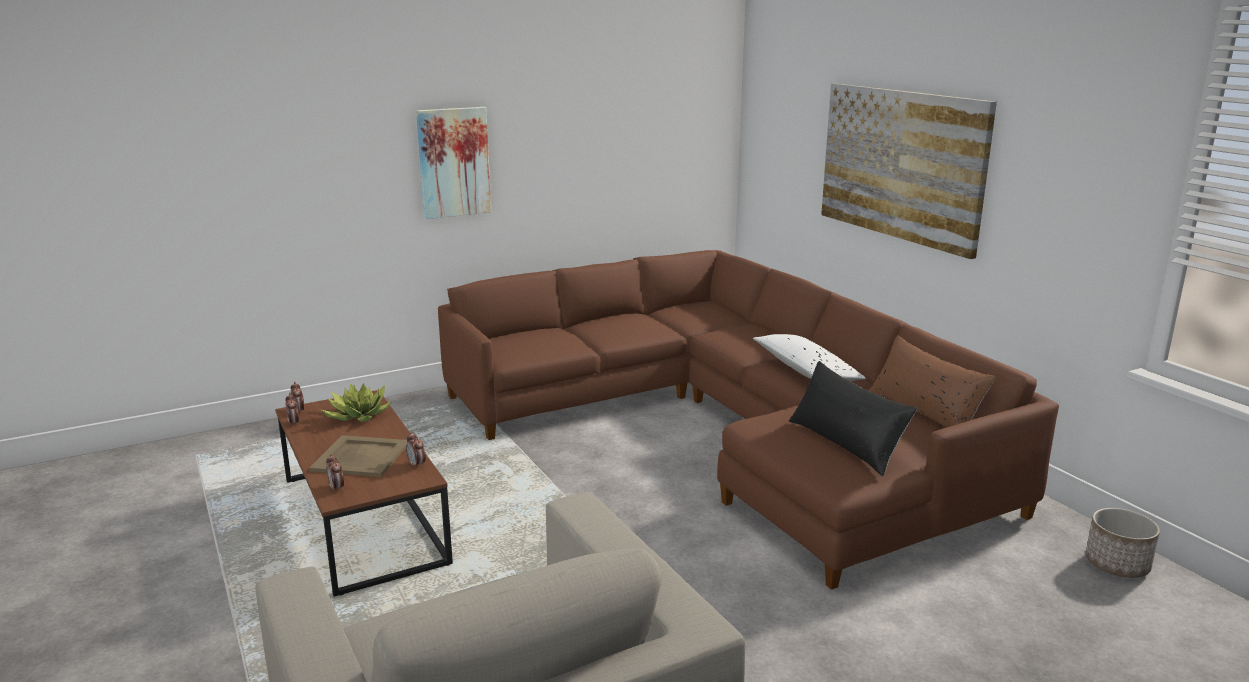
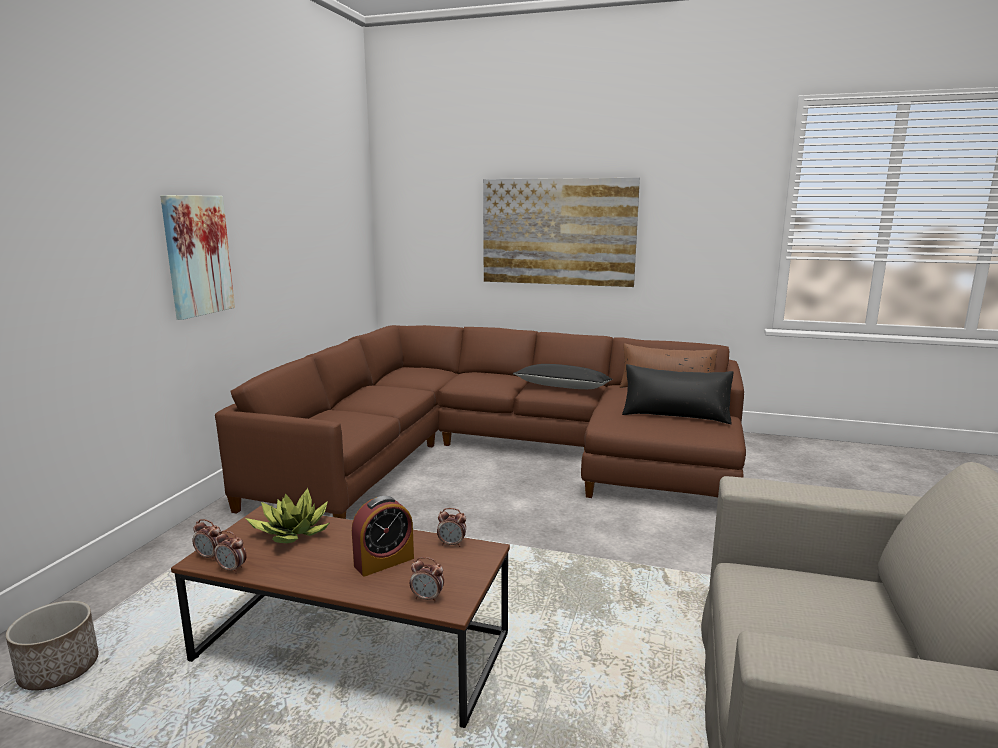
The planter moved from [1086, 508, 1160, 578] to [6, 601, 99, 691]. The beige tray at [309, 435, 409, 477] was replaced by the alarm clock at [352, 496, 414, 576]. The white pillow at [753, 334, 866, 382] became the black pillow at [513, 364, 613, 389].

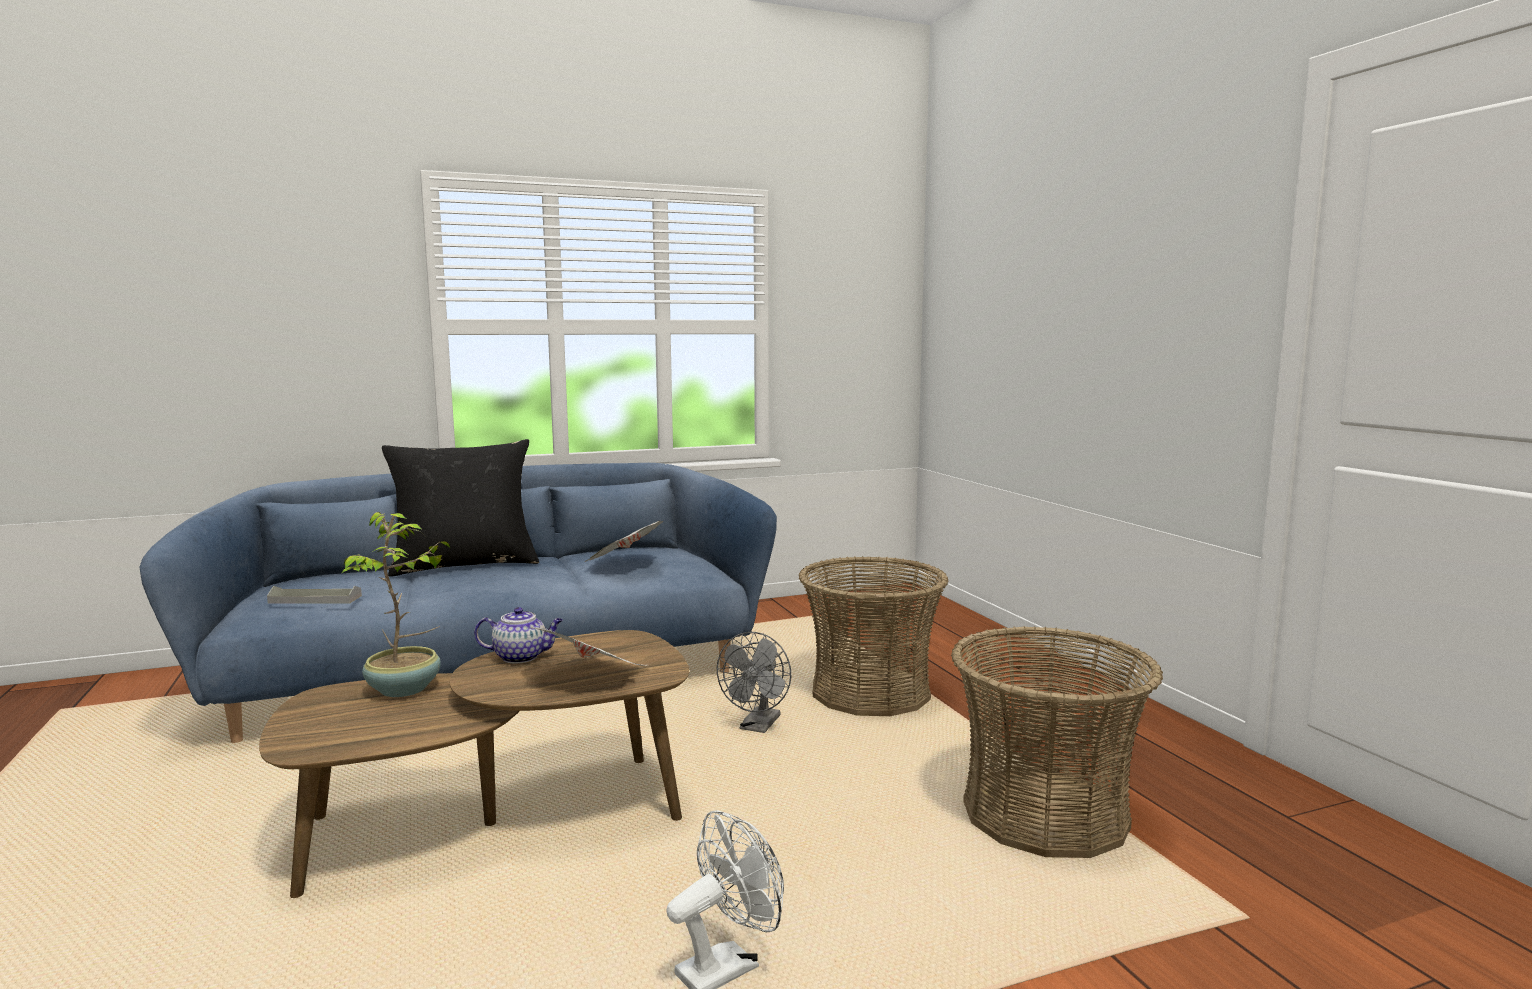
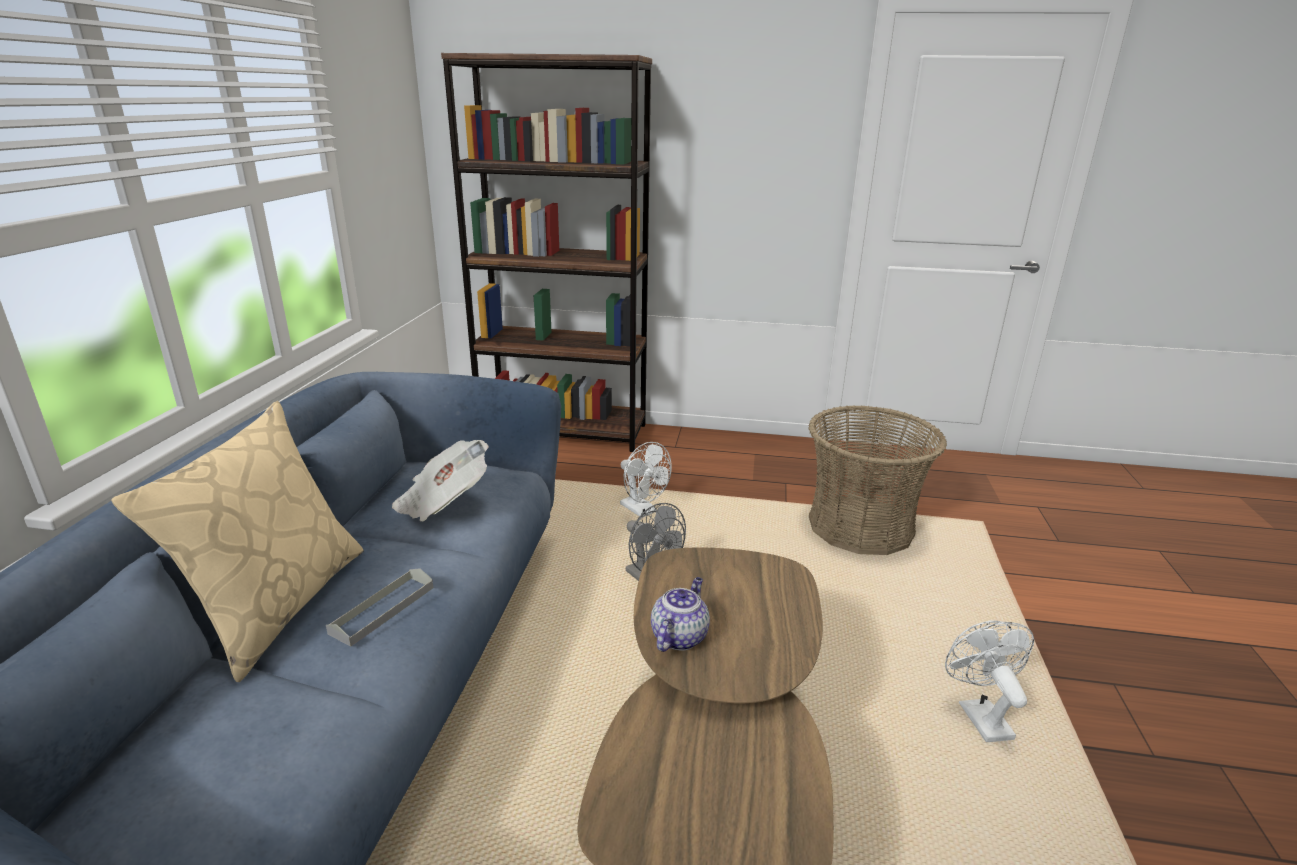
The black pillow at [382, 439, 539, 577] became the beige pillow at [111, 401, 364, 682]. The grey tray moved from [267, 586, 362, 604] to [326, 568, 434, 647]. The brown bookcase at [441, 53, 652, 452] appeared. The basket at [799, 556, 949, 716] was replaced by the white fan at [620, 442, 672, 518]. The potted plant at [342, 512, 450, 697] disappeared. The newspaper at [532, 627, 646, 666] disappeared.

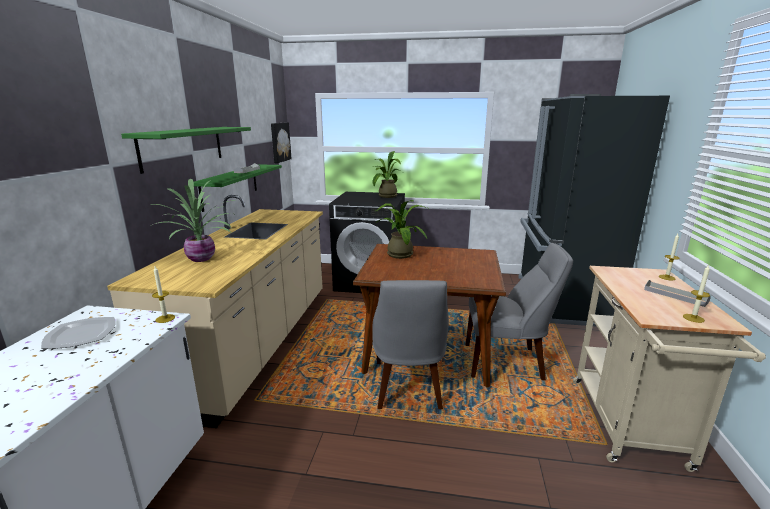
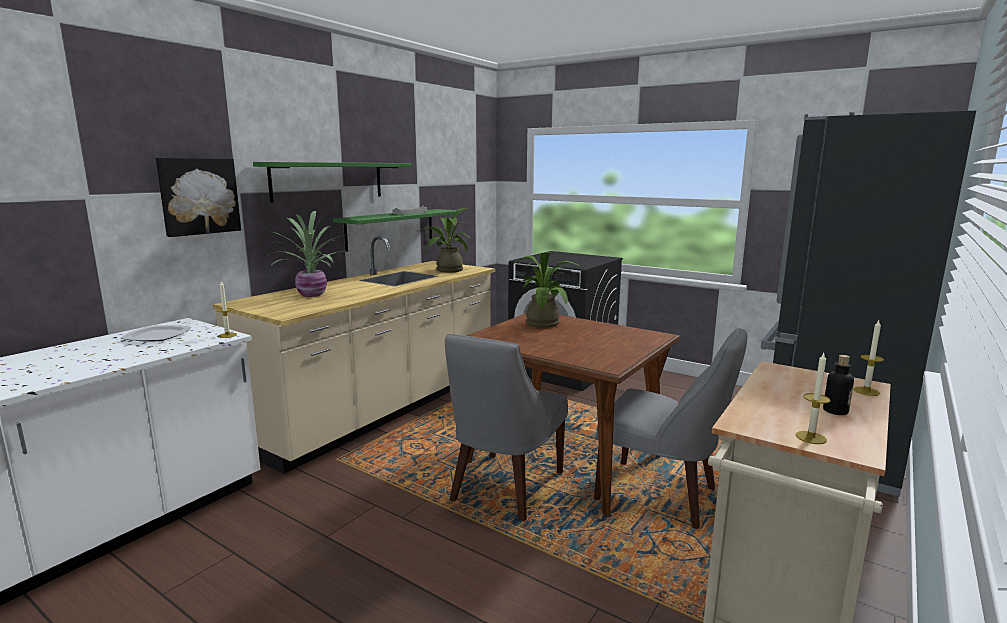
The picture moved from [271, 122, 291, 163] to [156, 158, 241, 237]. The potted plant moved from [372, 151, 402, 198] to [417, 208, 471, 273]. The grey tray at [644, 280, 711, 307] was replaced by the bottle at [823, 355, 854, 415].

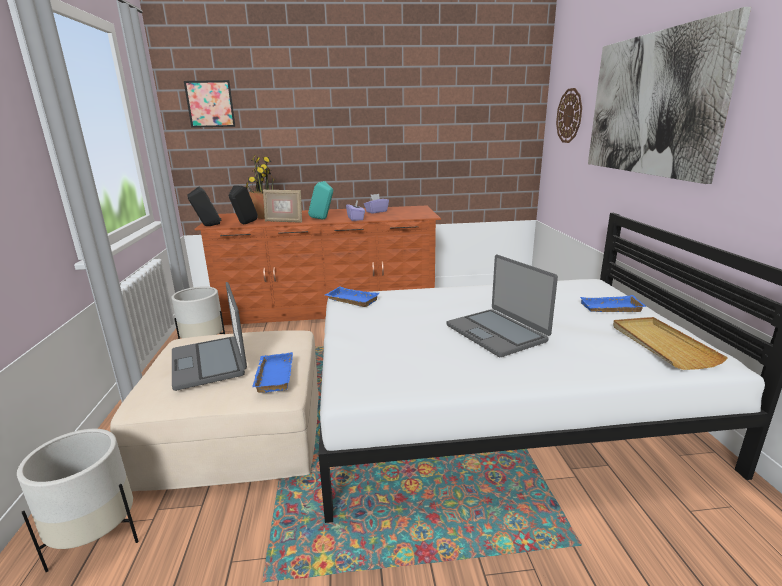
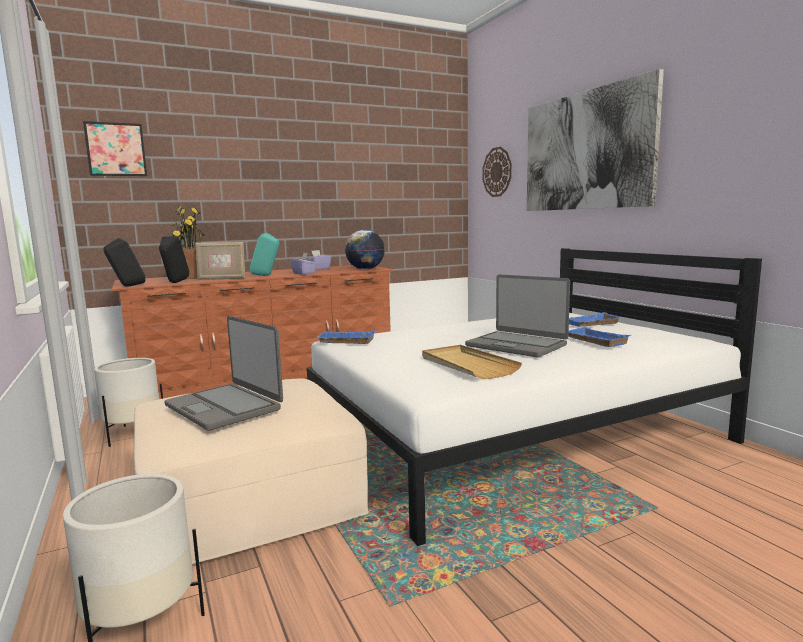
The globe at [345, 230, 385, 270] appeared. The beige tray moved from [613, 317, 728, 370] to [422, 345, 522, 379]. The blue tray moved from [252, 352, 293, 393] to [568, 327, 631, 347].

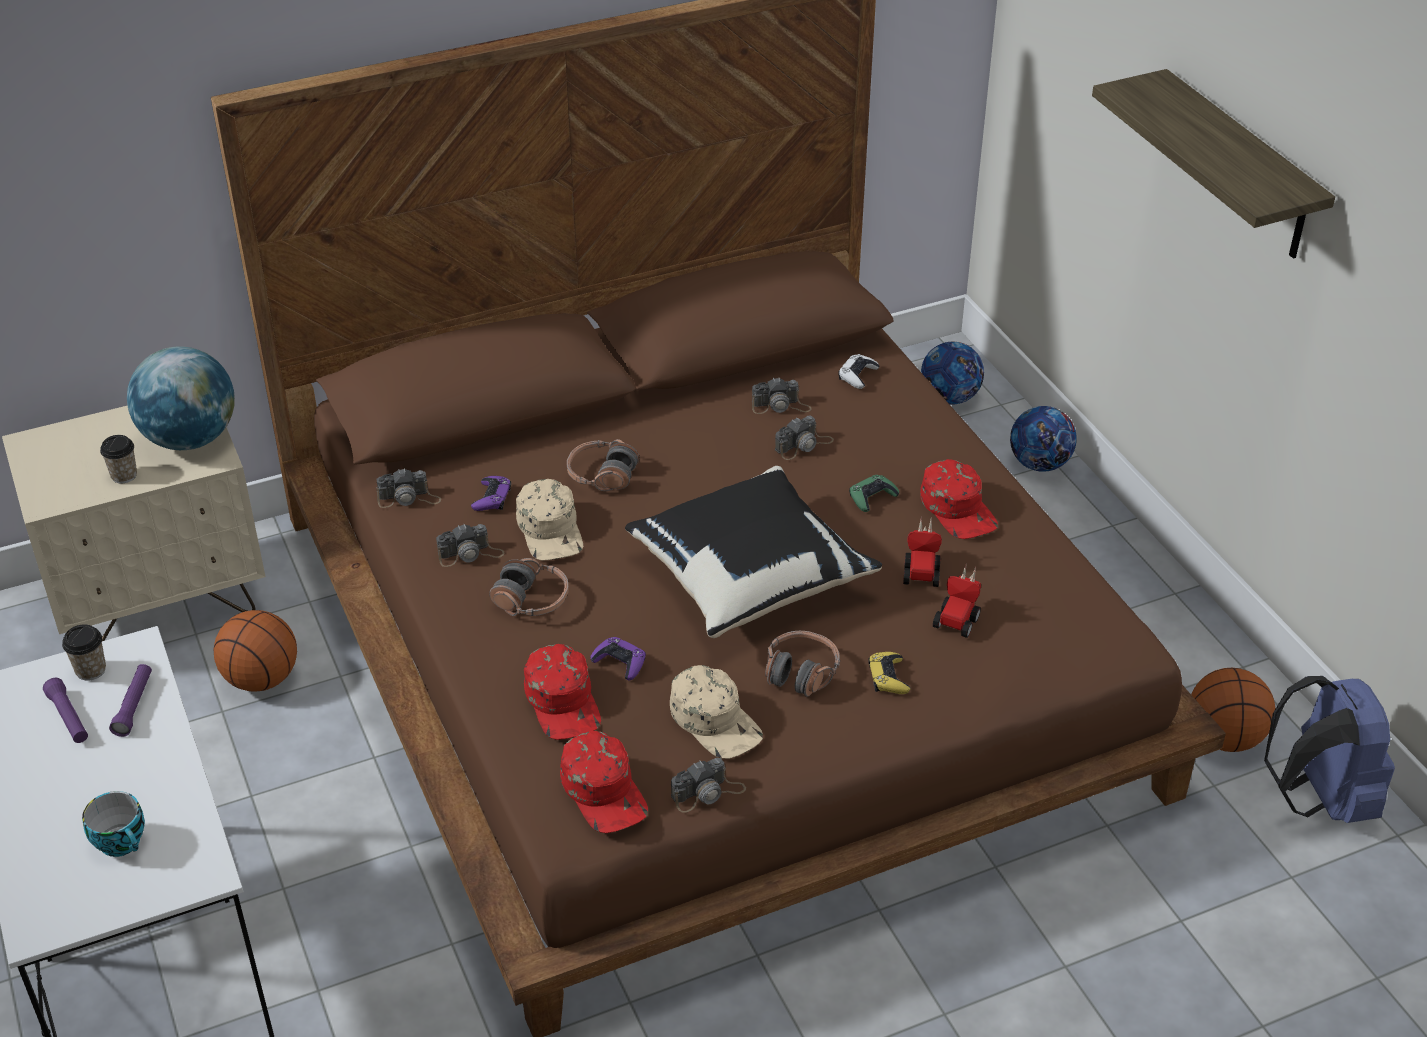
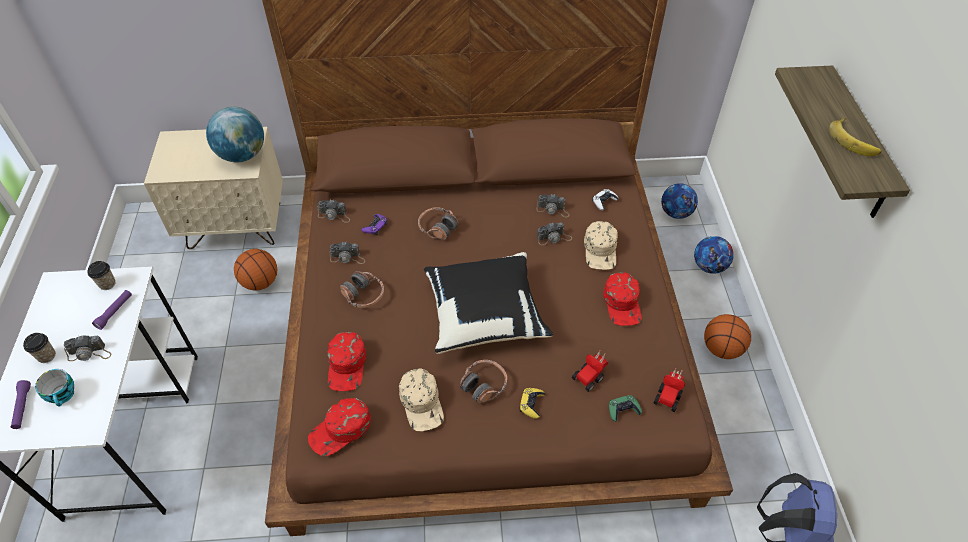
The purple flashlight moved from [43, 678, 88, 743] to [11, 380, 31, 429]. The cup moved from [100, 435, 137, 483] to [23, 333, 56, 363]. The photo camera moved from [671, 758, 746, 813] to [64, 335, 111, 361]. The red cap at [560, 731, 648, 833] turned 60 degrees clockwise. The beige cap moved from [516, 479, 583, 561] to [584, 221, 618, 270]. The green game controller moved from [849, 475, 899, 512] to [609, 395, 642, 422]. The toy car moved from [903, 516, 942, 587] to [654, 367, 685, 412]. The basketball moved from [1191, 668, 1276, 752] to [704, 314, 751, 359]. The banana at [829, 117, 882, 156] appeared. The purple game controller at [590, 637, 646, 681] disappeared.

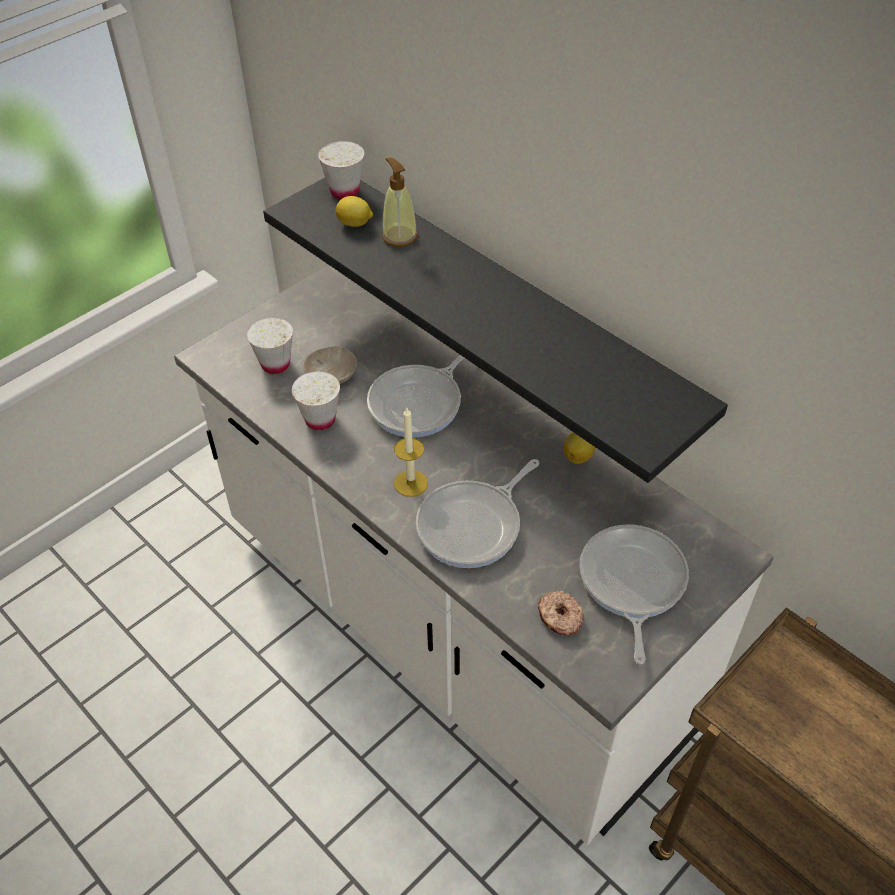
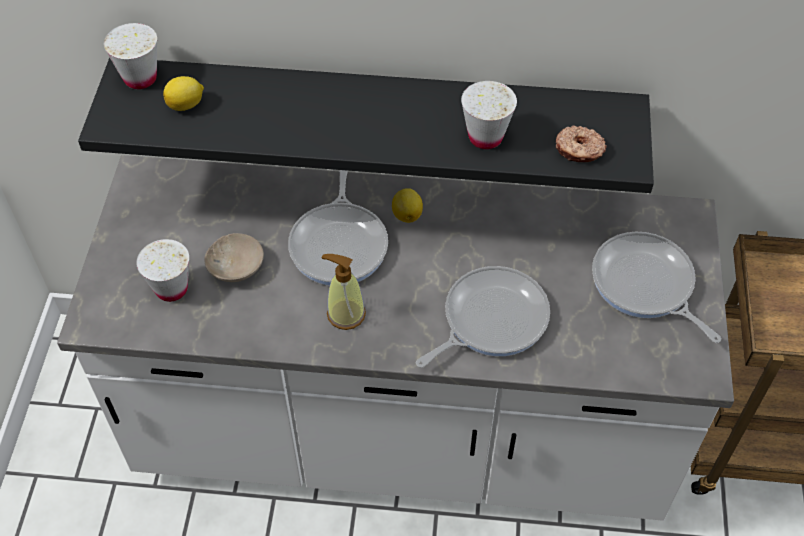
The soap dispenser moved from [382, 158, 418, 247] to [322, 254, 366, 330]. The lemon moved from [563, 432, 596, 464] to [392, 188, 423, 223]. The frying pan at [416, 459, 539, 568] turned 135 degrees counterclockwise. The white cup moved from [292, 371, 340, 430] to [461, 81, 517, 149]. The donut moved from [538, 591, 584, 635] to [556, 125, 607, 162]. The candle at [394, 408, 428, 497] disappeared.

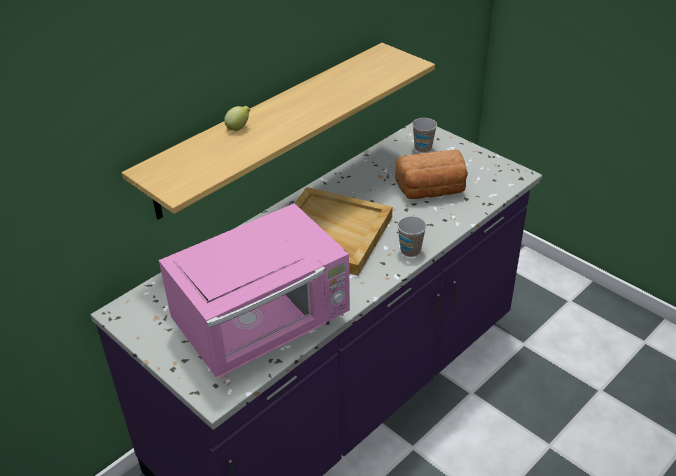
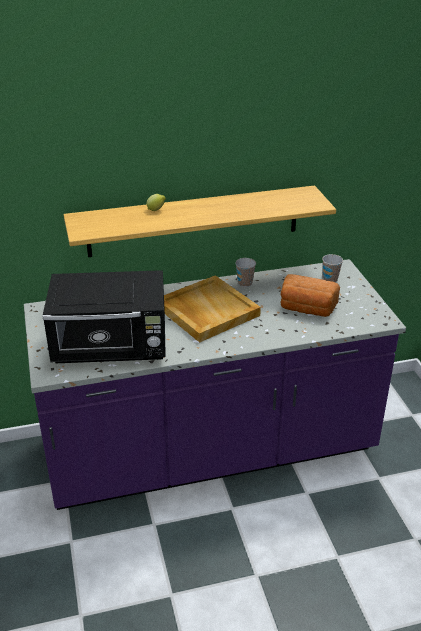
The pink microwave at [159, 203, 350, 378] became the black microwave at [42, 270, 166, 363]. The cup moved from [397, 216, 427, 257] to [235, 258, 256, 287].

